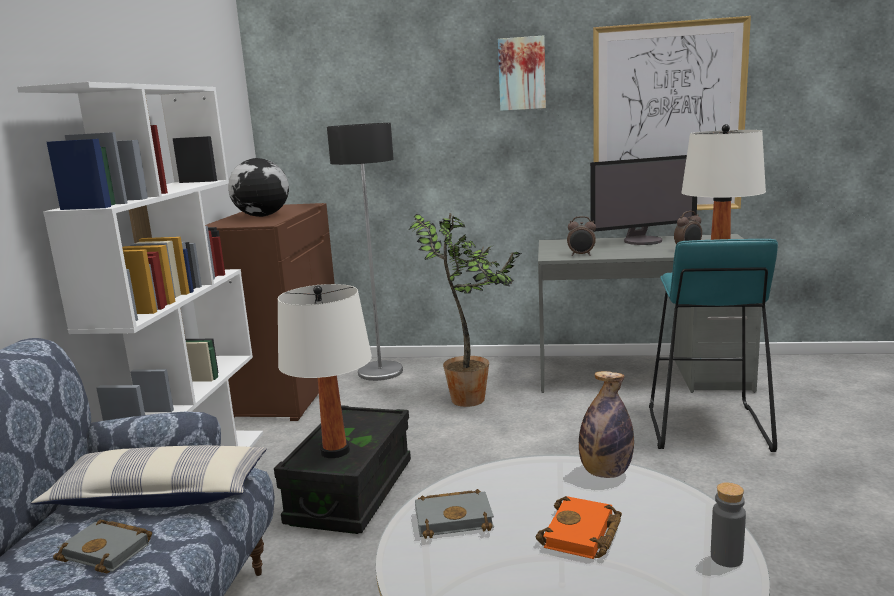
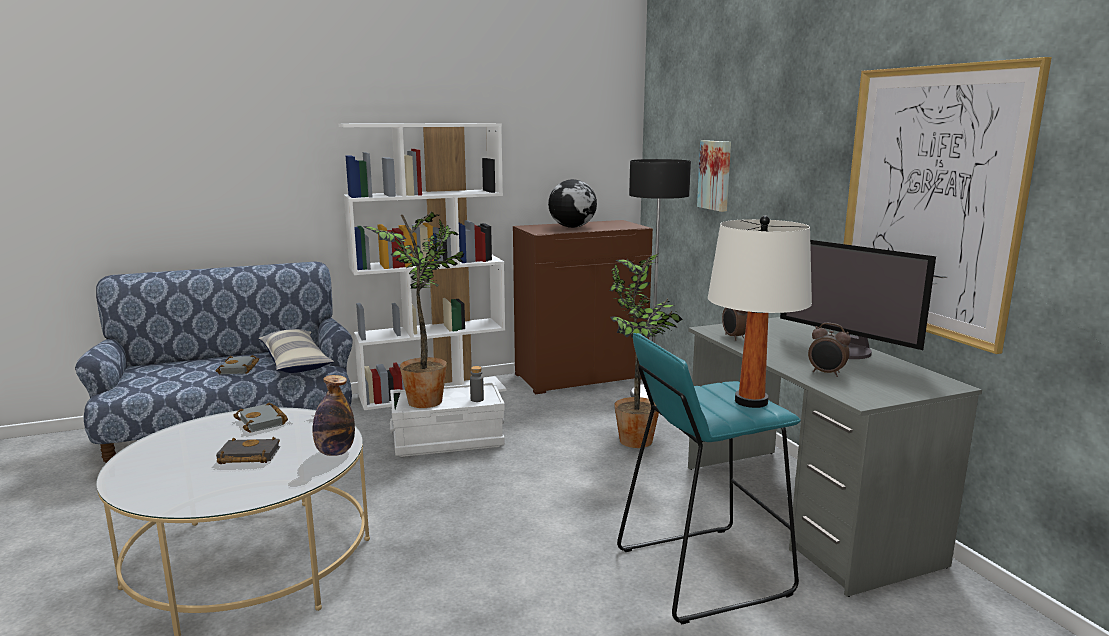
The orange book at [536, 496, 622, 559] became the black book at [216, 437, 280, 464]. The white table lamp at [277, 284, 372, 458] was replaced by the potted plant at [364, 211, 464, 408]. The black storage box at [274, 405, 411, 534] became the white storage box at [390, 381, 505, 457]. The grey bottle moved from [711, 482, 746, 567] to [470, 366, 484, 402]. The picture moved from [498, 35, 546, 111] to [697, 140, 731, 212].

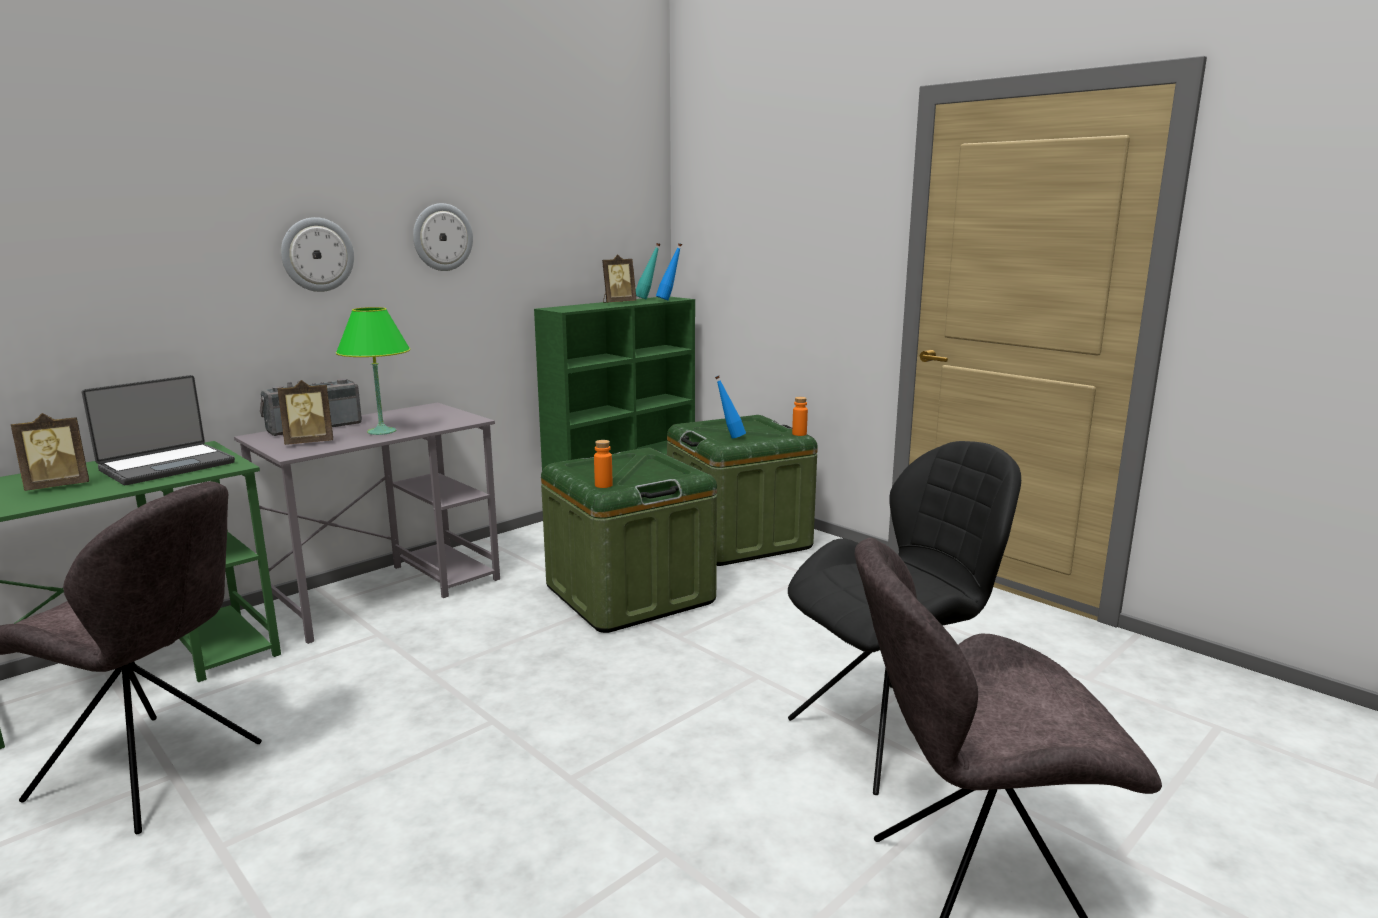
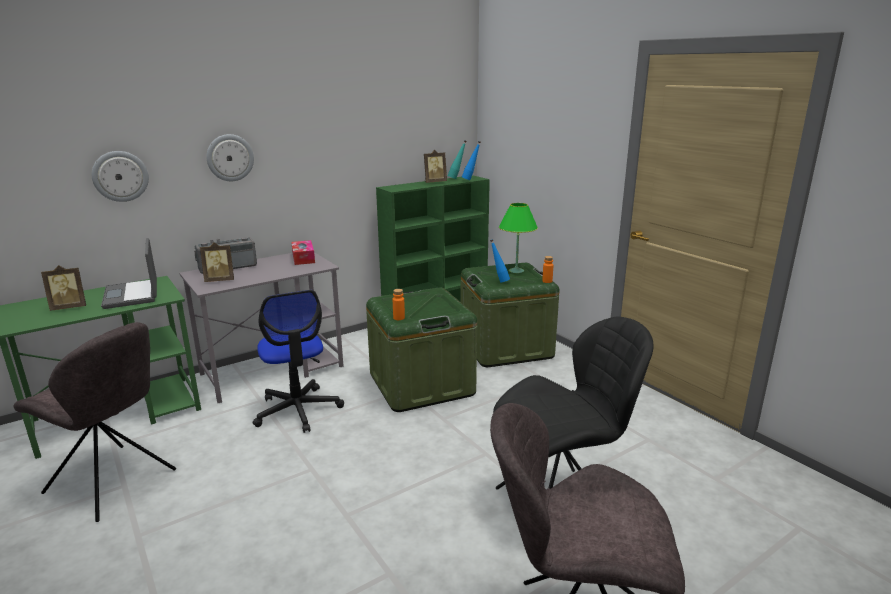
The wall clock moved from [413, 203, 473, 271] to [92, 151, 149, 202]. The laptop at [82, 375, 235, 485] turned 105 degrees clockwise. The office chair at [253, 290, 344, 433] appeared. The tissue box at [291, 240, 315, 265] appeared. The green table lamp moved from [336, 307, 410, 435] to [499, 203, 538, 273].

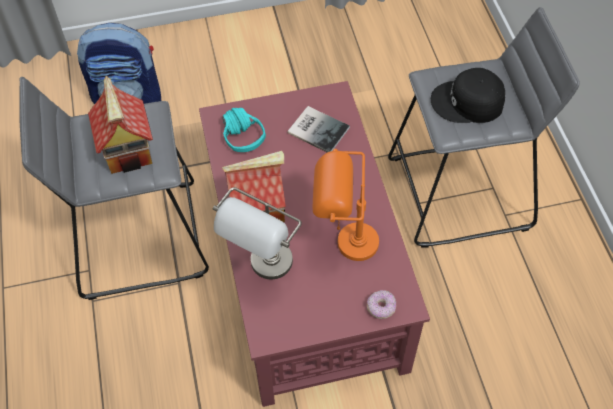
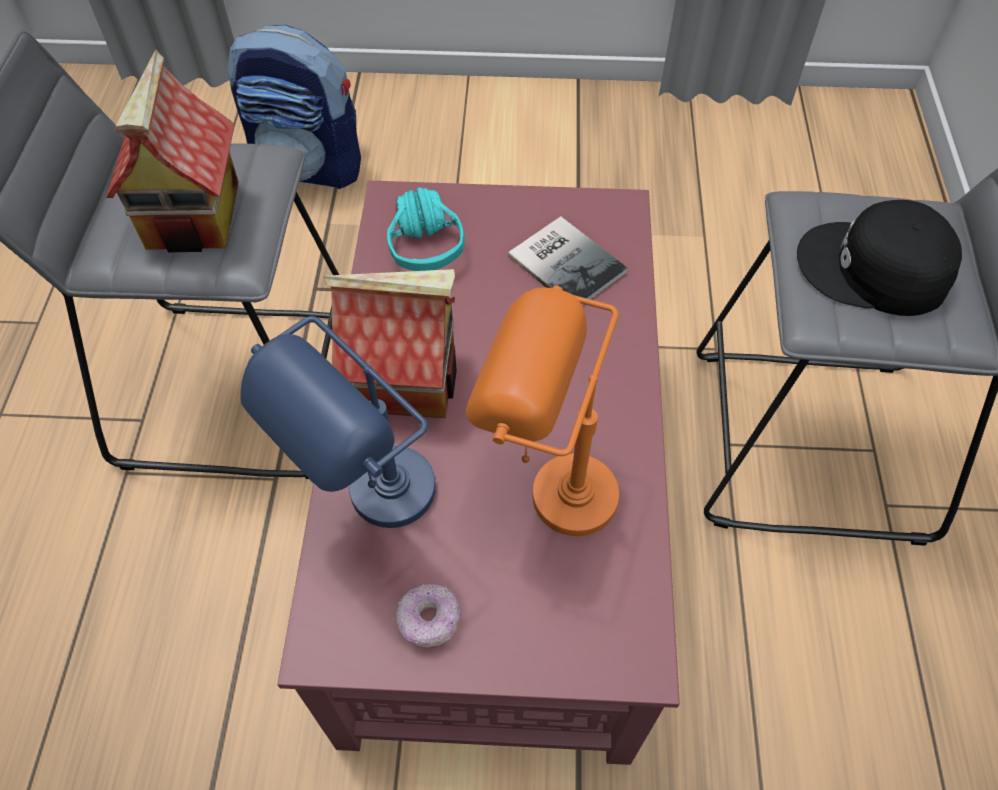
The grey table lamp at [213, 187, 302, 279] became the blue table lamp at [240, 316, 436, 528]. The donut moved from [367, 290, 396, 319] to [395, 584, 461, 647].

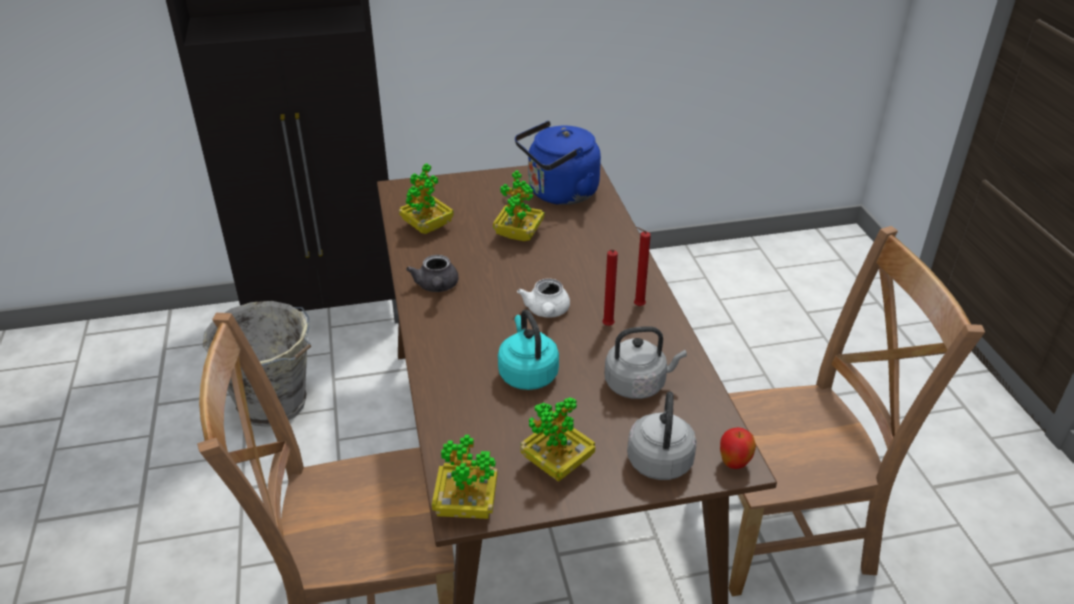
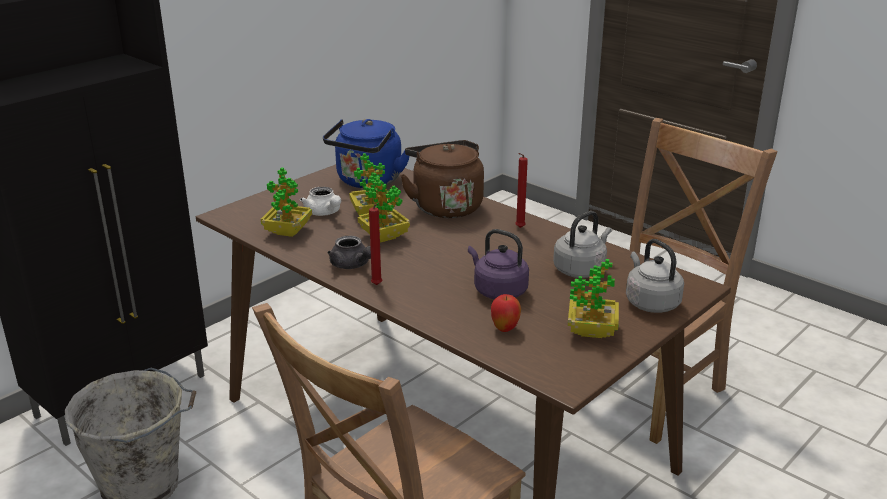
The white teapot moved from [517, 278, 570, 318] to [300, 187, 341, 216]. The potted plant moved from [432, 435, 497, 519] to [358, 178, 410, 242]. The red candle moved from [602, 249, 618, 326] to [369, 204, 382, 285]. The brown kettle at [400, 140, 484, 218] appeared. The turquoise kettle at [498, 310, 559, 390] became the purple kettle at [468, 229, 529, 299]. The apple moved from [720, 427, 756, 469] to [491, 294, 521, 332].

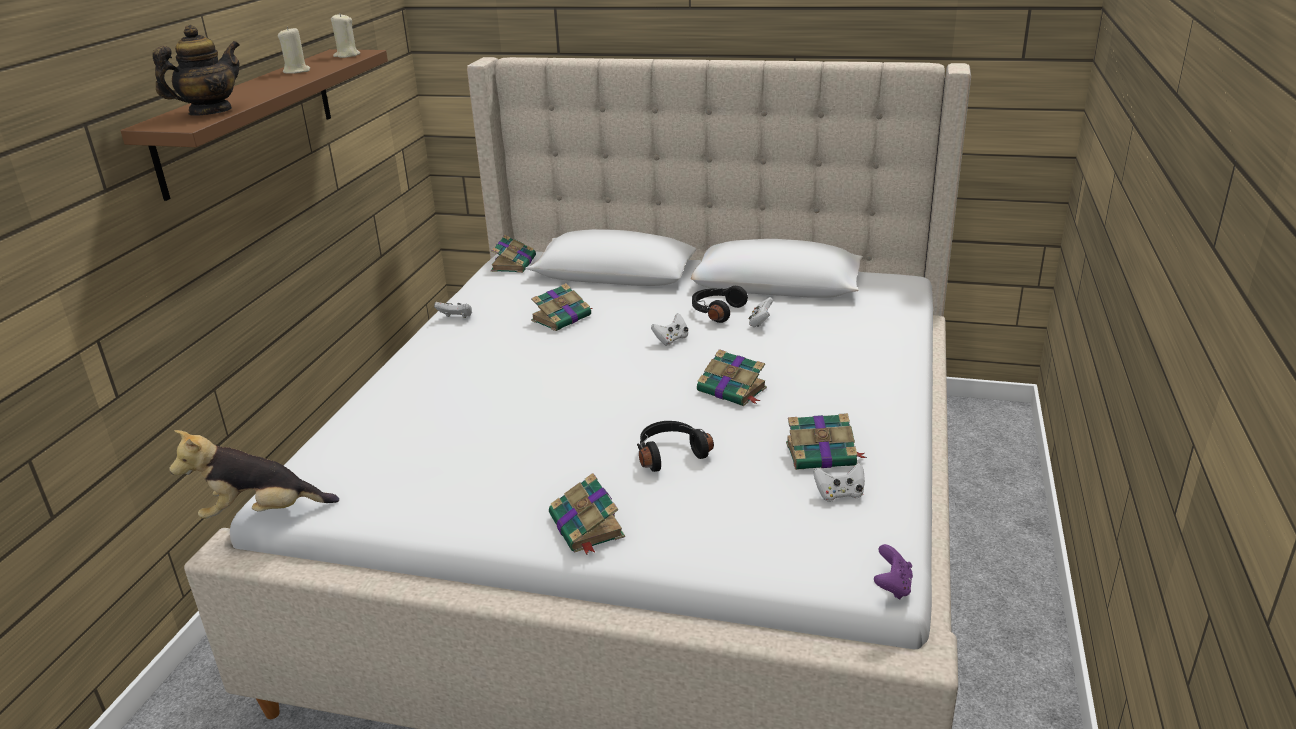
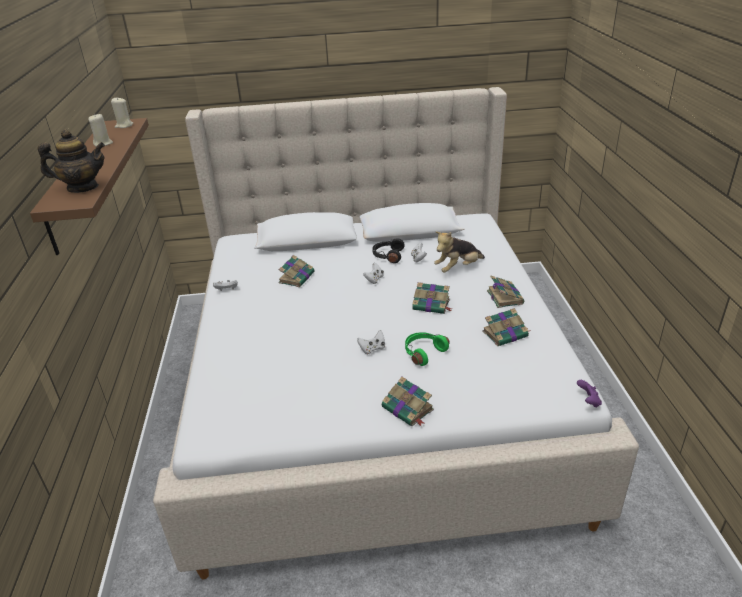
The teapot at [152, 25, 240, 115] turned 60 degrees clockwise. The white game controller moved from [814, 463, 865, 502] to [357, 330, 385, 354]. The black headphones at [637, 421, 714, 472] became the green headphones at [405, 332, 450, 366]. The plush toy moved from [169, 430, 339, 519] to [434, 232, 485, 273]. The book moved from [491, 235, 536, 273] to [487, 276, 524, 308].

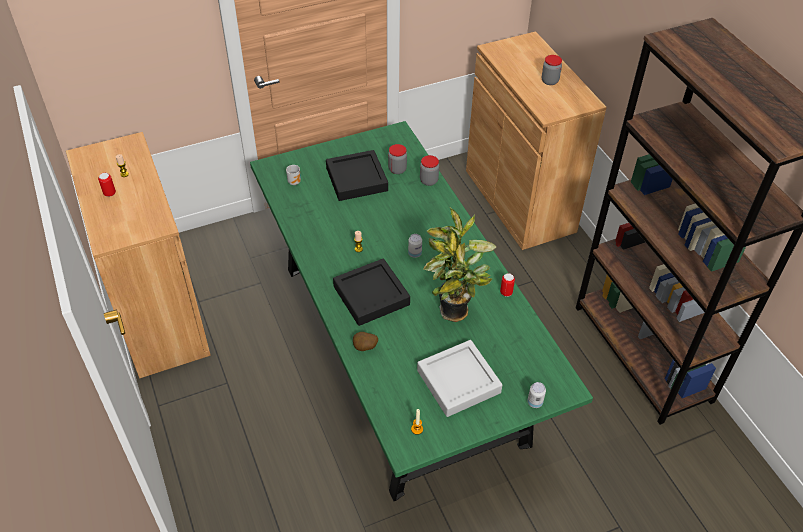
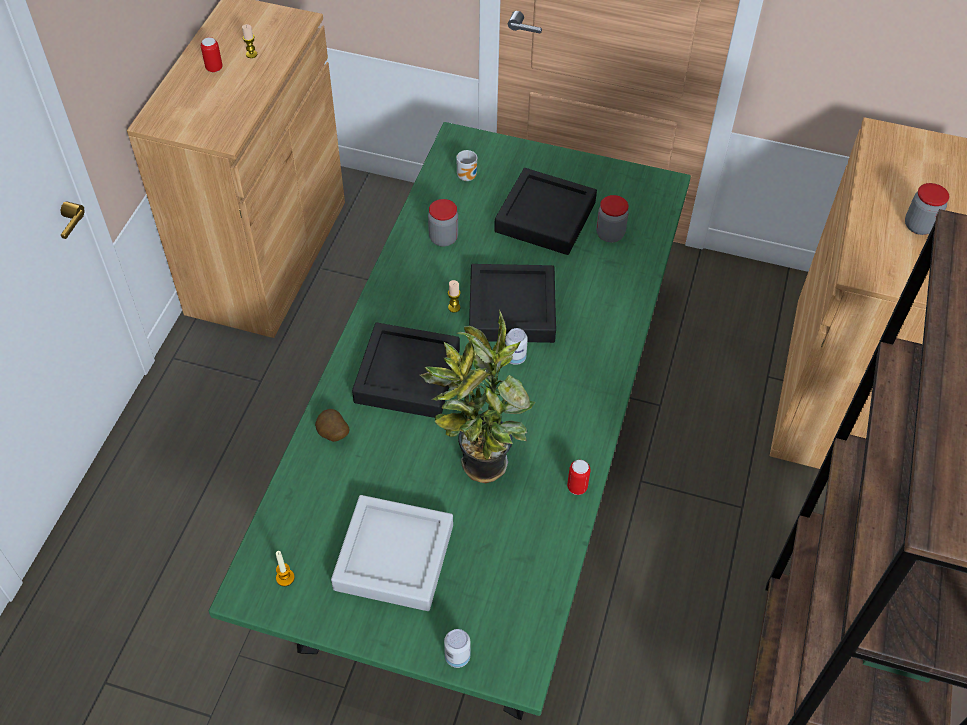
The jar moved from [420, 155, 439, 186] to [428, 199, 458, 246]. The black tray at [469, 264, 556, 343] appeared.

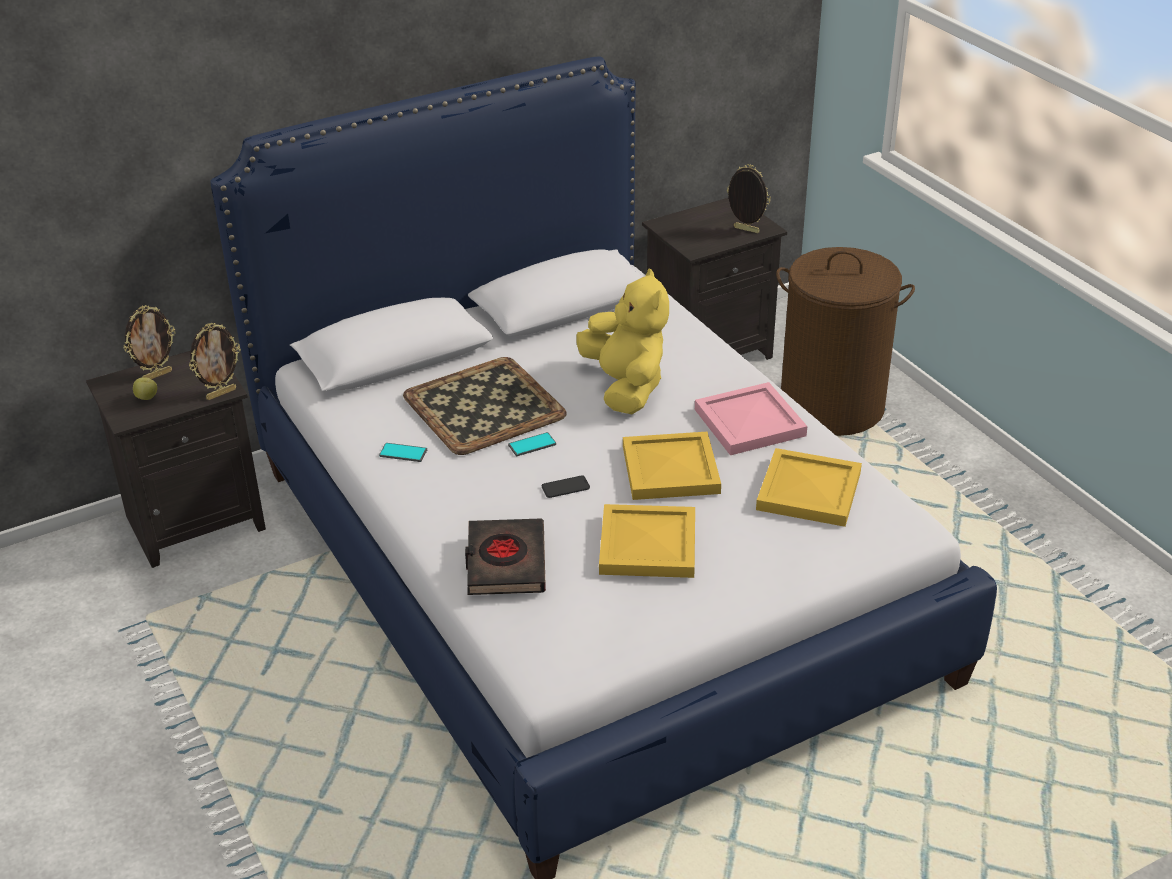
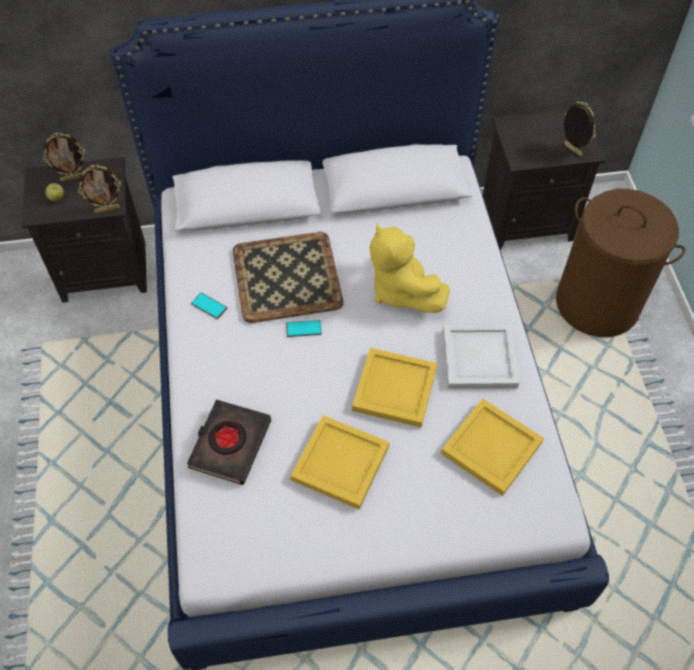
The yellow plush toy at [576, 268, 669, 414] turned 150 degrees clockwise. The pink tray at [695, 382, 807, 455] became the white tray at [443, 325, 519, 389]. The phone at [542, 475, 590, 498] disappeared.

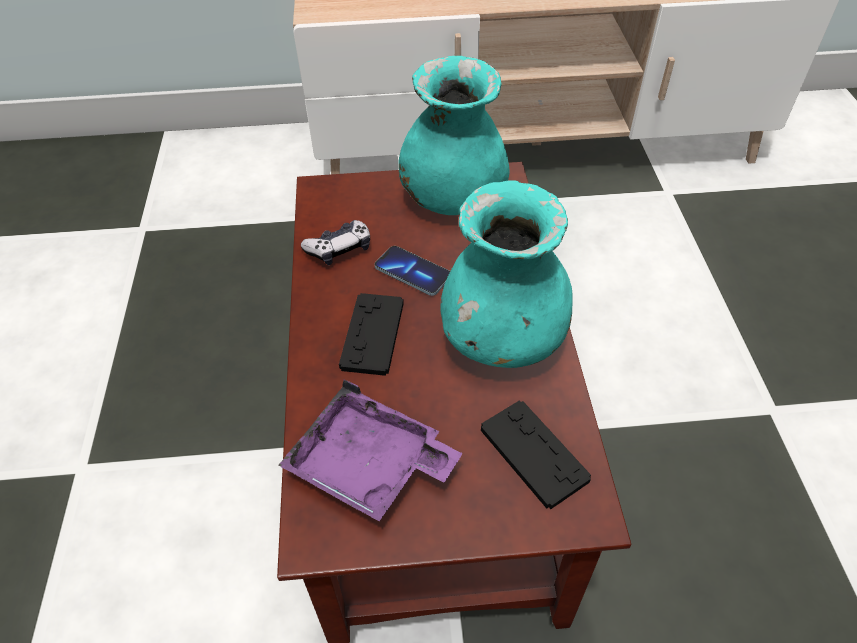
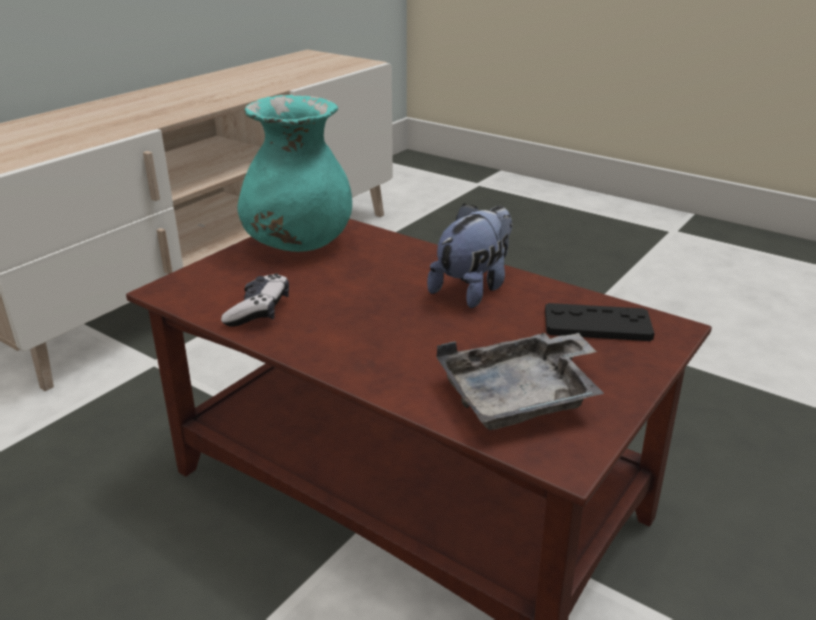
The turquoise vase at [440, 180, 573, 368] was replaced by the plush toy at [427, 204, 512, 308]. The purple tray at [278, 379, 463, 521] became the grey tray at [436, 333, 604, 430]. The black game controller at [339, 293, 404, 376] disappeared. The phone at [375, 246, 450, 296] disappeared.

